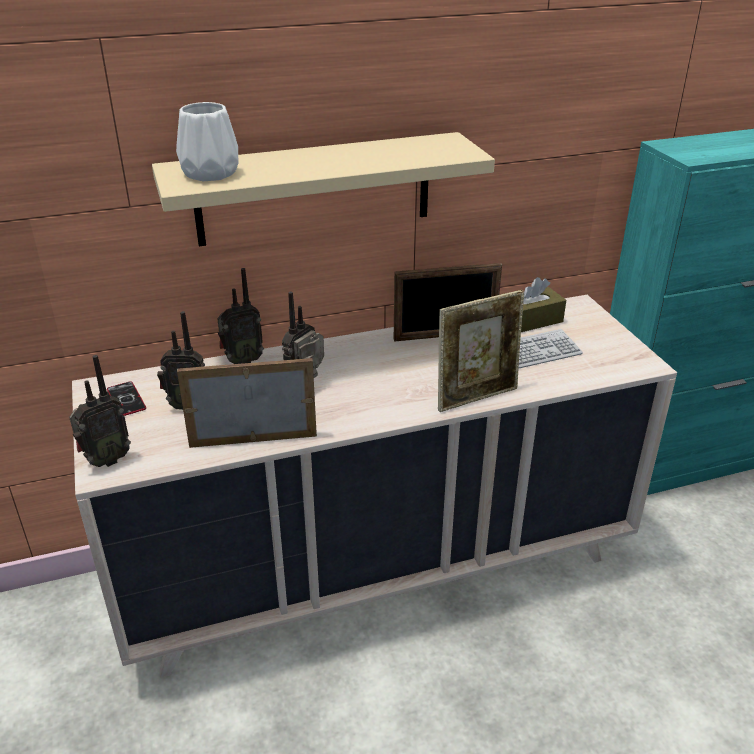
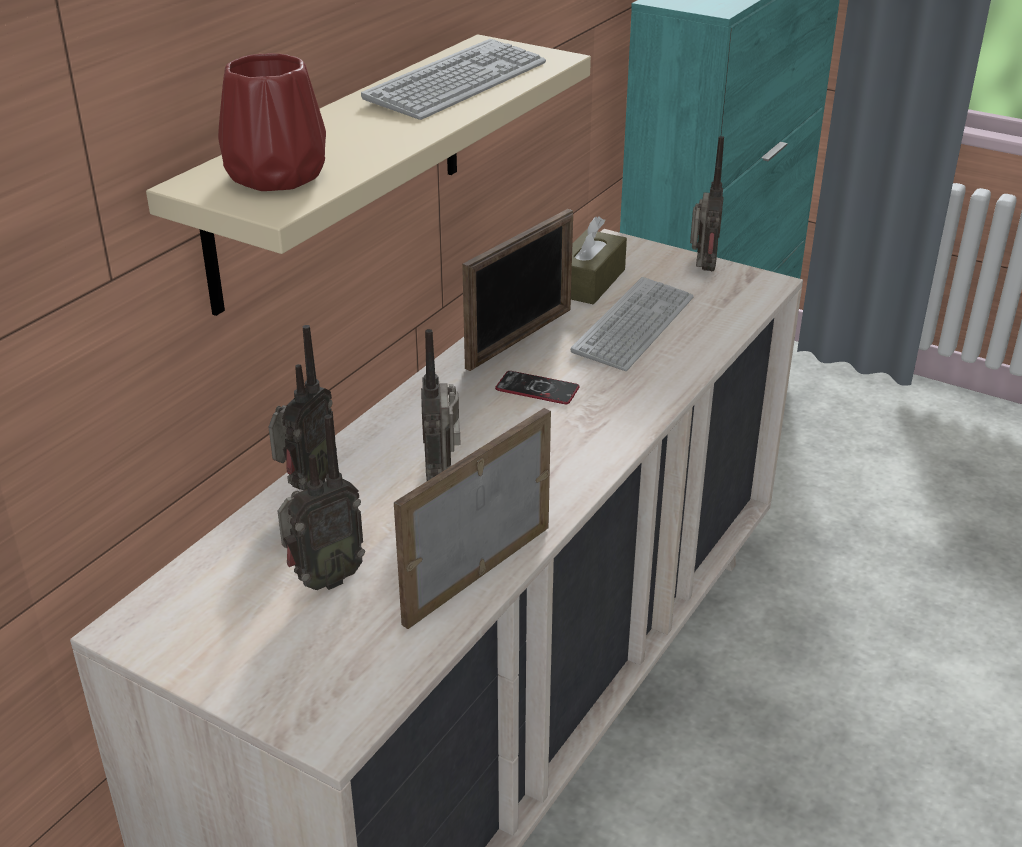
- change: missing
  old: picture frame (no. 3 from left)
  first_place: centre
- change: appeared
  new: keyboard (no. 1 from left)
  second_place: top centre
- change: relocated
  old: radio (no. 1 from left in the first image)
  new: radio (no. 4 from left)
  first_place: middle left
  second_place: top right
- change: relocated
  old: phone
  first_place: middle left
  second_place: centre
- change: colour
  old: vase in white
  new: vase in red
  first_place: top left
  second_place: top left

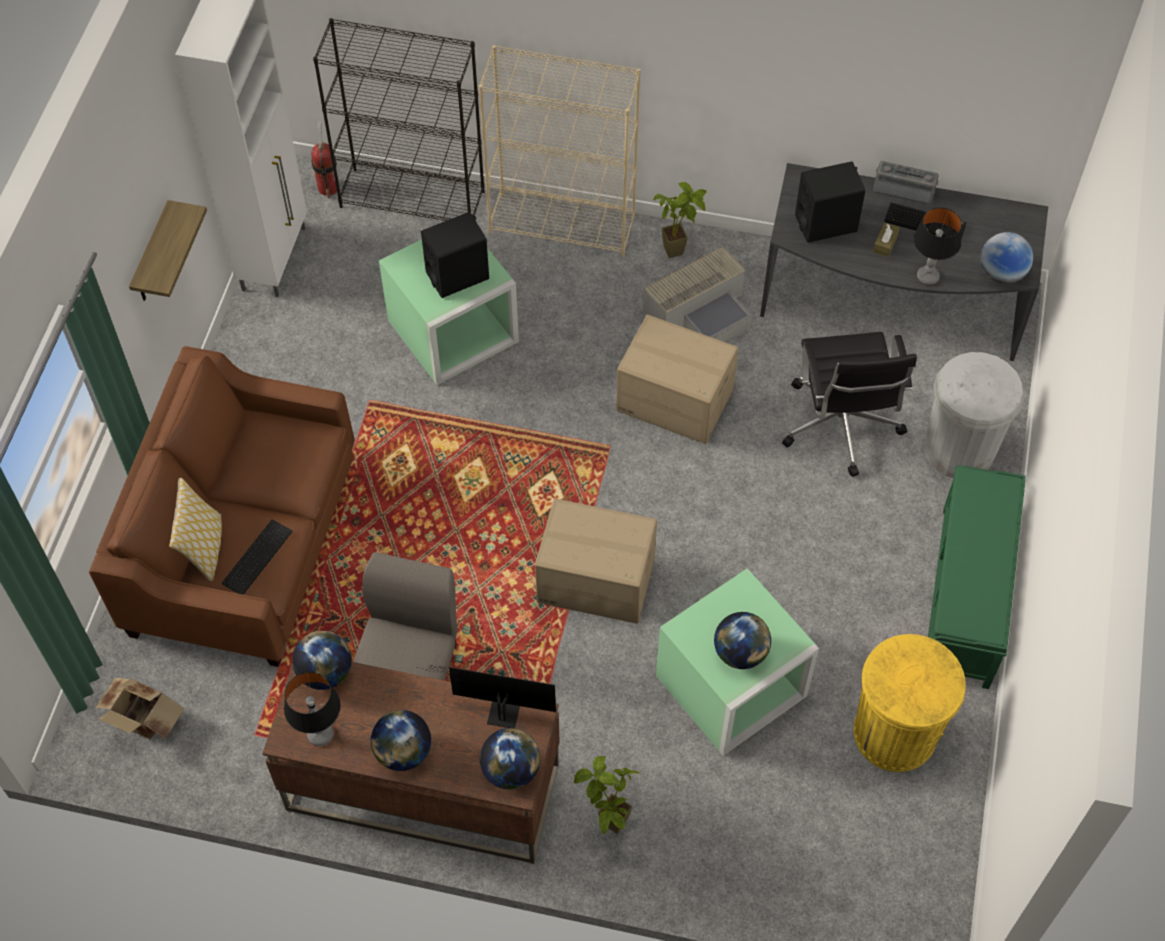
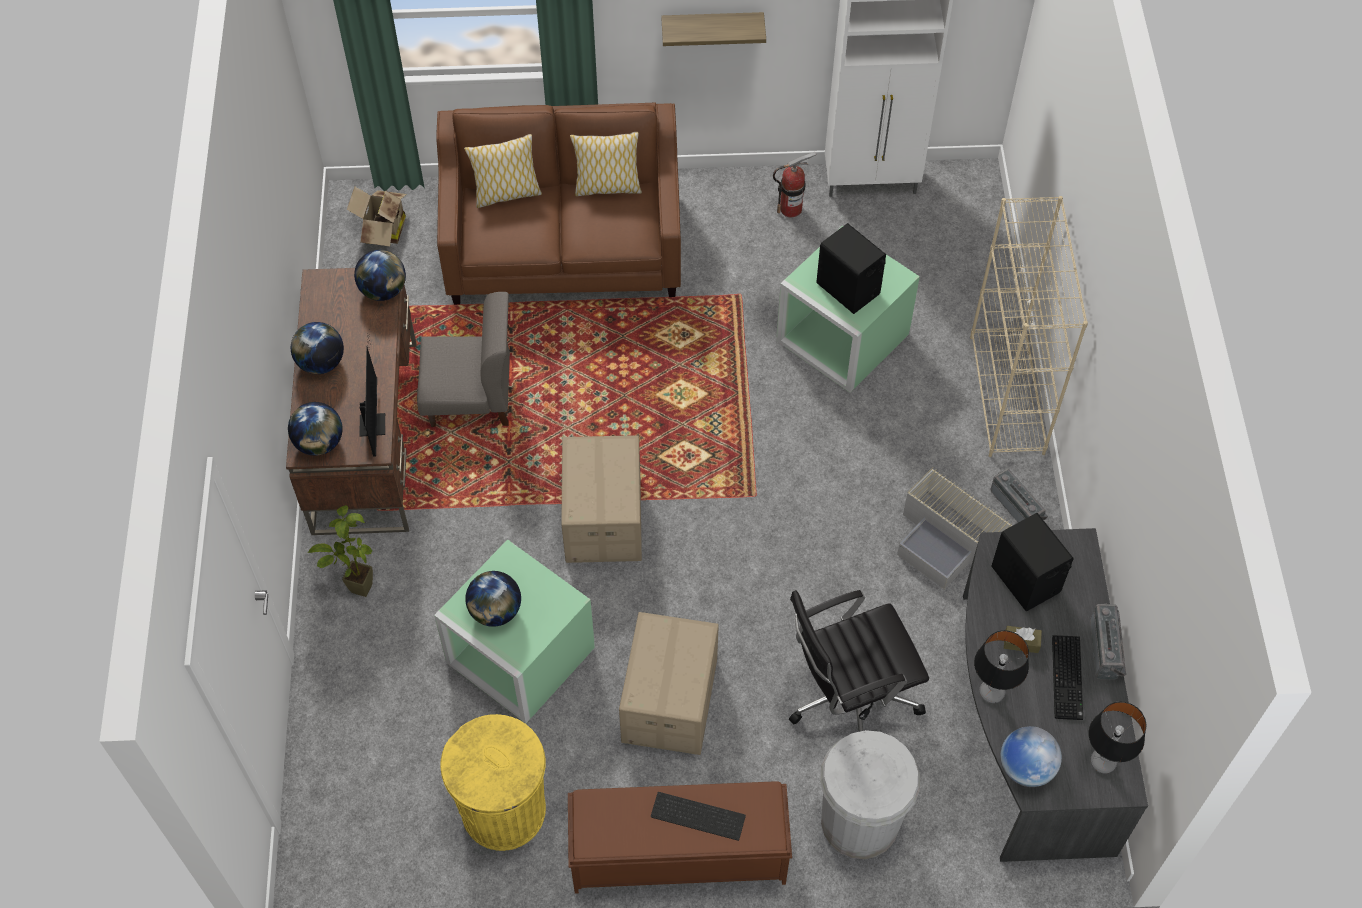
- change: missing
  old: bookcase in black
  first_place: top centre
- change: appeared
  new: pillow (no. 2 from left)
  second_place: top centre
- change: relocated
  old: keyboard (no. 1 from left)
  first_place: middle left
  second_place: bottom centre
- change: relocated
  old: table lamp (no. 1 from left in the first image)
  new: table lamp (no. 2 from left)
  first_place: bottom left
  second_place: bottom right
- change: relocated
  old: fire extinguisher
  first_place: top left
  second_place: top centre
- change: relocated
  old: cardboard box (no. 3 from left)
  first_place: centre
  second_place: bottom centre
- change: exchanged
  old: potted plant (no. 2 from left)
  new: radio (no. 1 from left)
  first_place: top centre
  second_place: middle right
- change: colour
  old: bench in green
  new: bench in brown
  first_place: middle right
  second_place: bottom centre

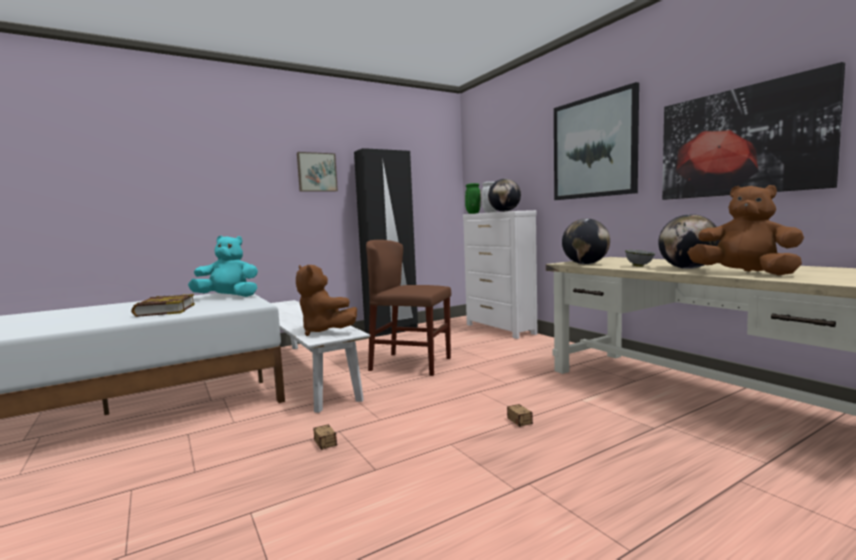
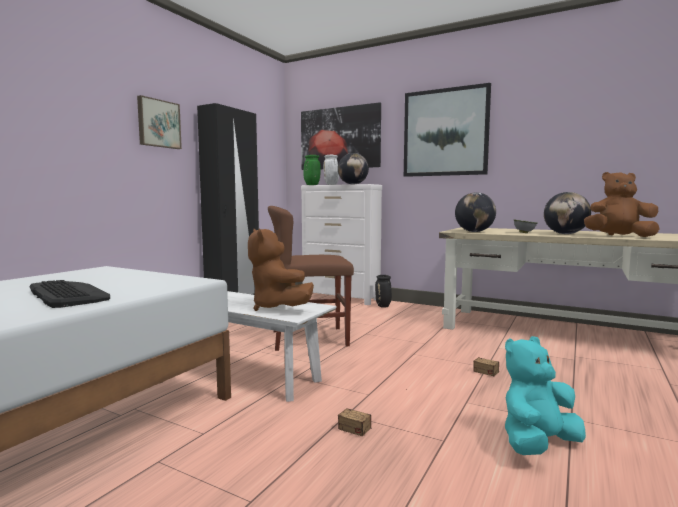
- change: appeared
  new: vase in black
  second_place: centre
- change: relocated
  old: plush toy in turquoise
  first_place: middle left
  second_place: bottom right
- change: relocated
  old: picture (no. 3 from left in the first image)
  new: picture (no. 2 from left)
  first_place: top right
  second_place: top centre
- change: exchanged
  old: book
  new: keyboard
  first_place: middle left
  second_place: middle left
- change: spun
  old: plush toy in brown (no. 1 from left)
  first_place: centre
  second_place: centre
  degrees: 45

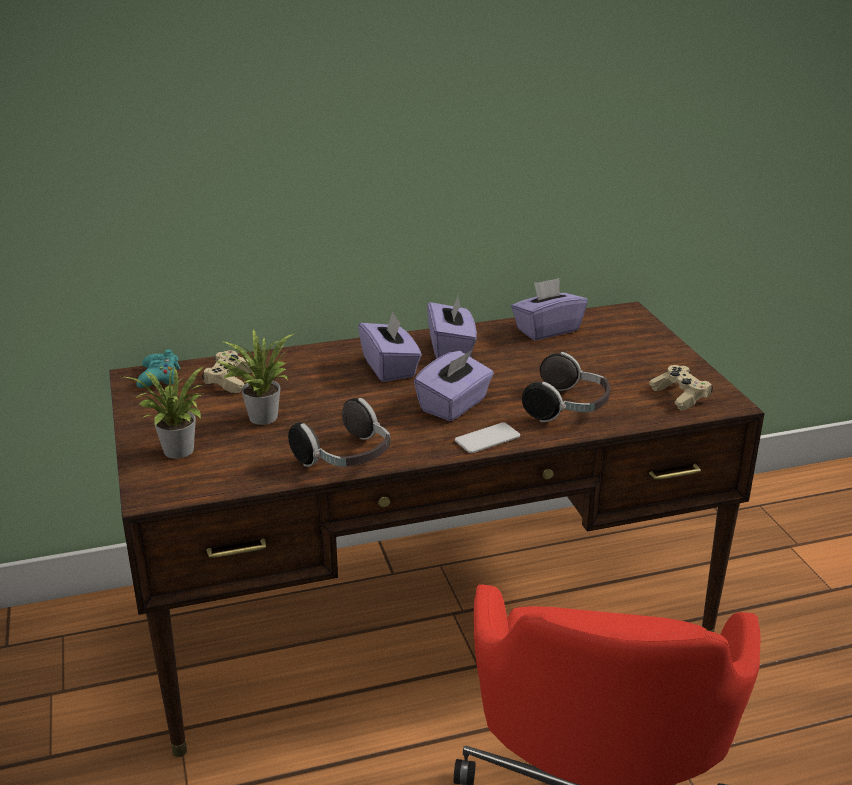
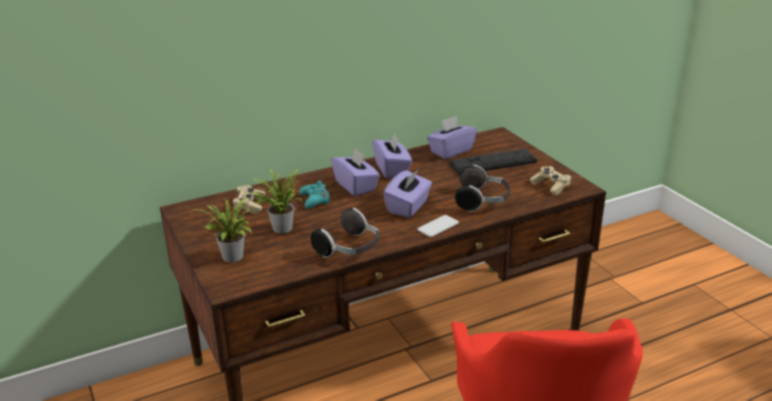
- change: appeared
  new: keyboard
  second_place: centre
- change: relocated
  old: game controller in turquoise
  first_place: middle left
  second_place: centre

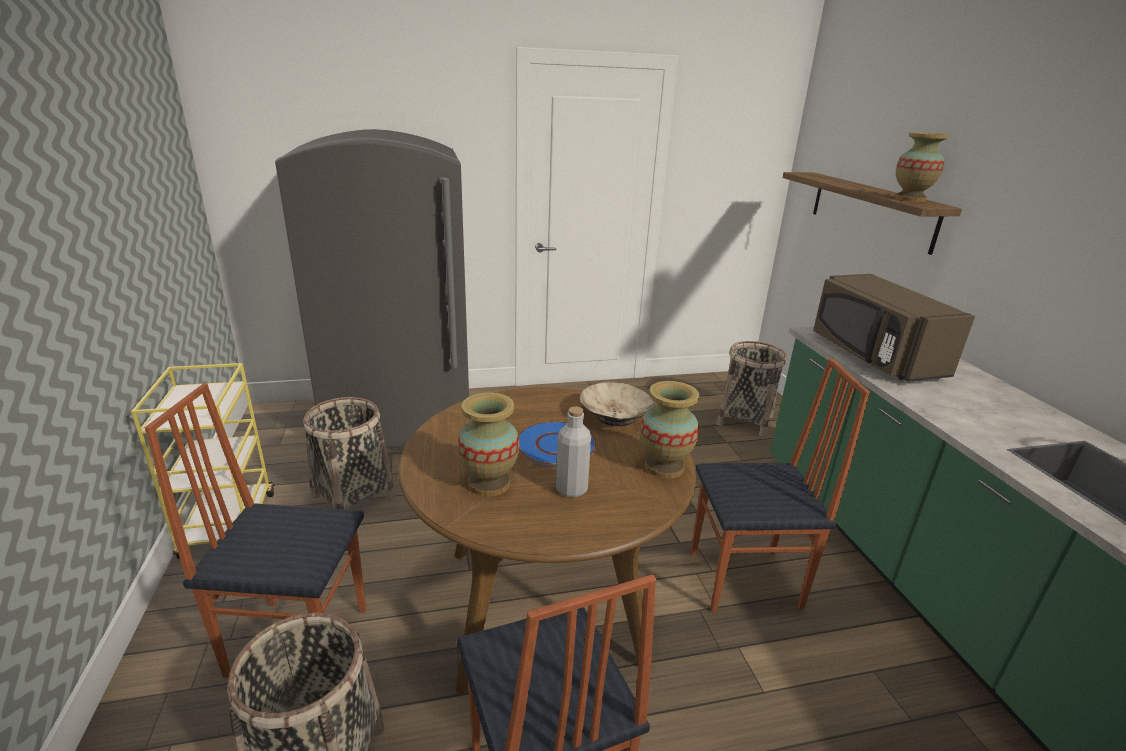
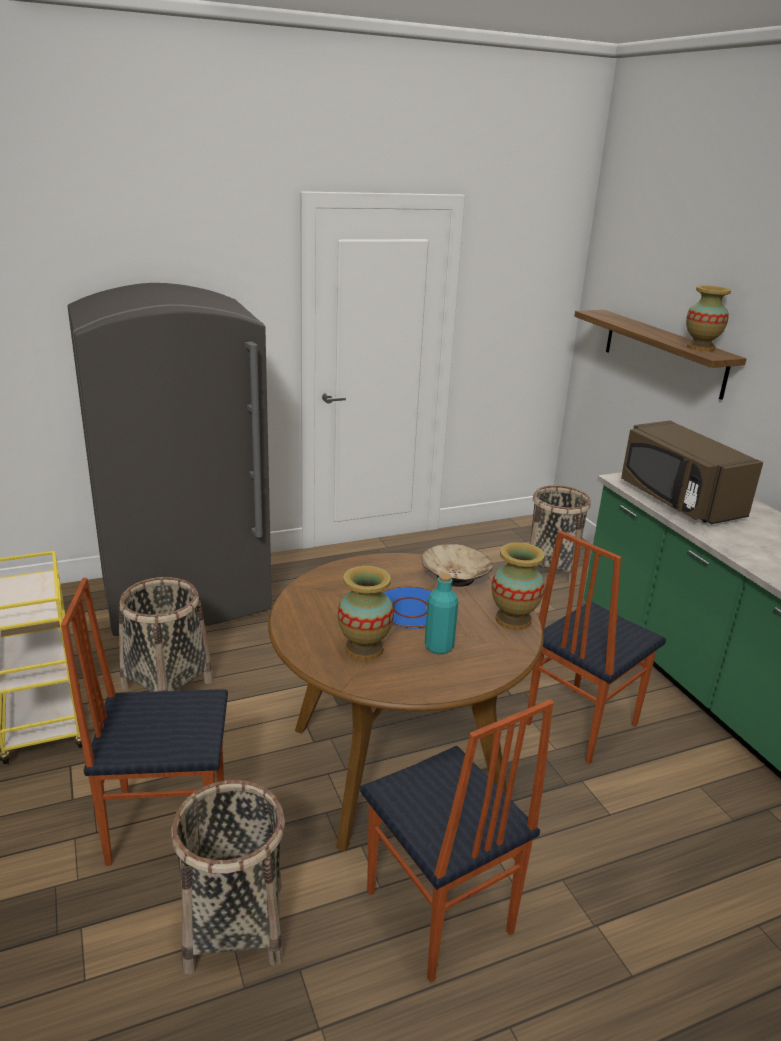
- change: colour
  old: bottle in grey
  new: bottle in turquoise
  first_place: centre
  second_place: centre
- change: spun
  old: chair (no. 3 from left)
  first_place: middle right
  second_place: middle right
  degrees: 150

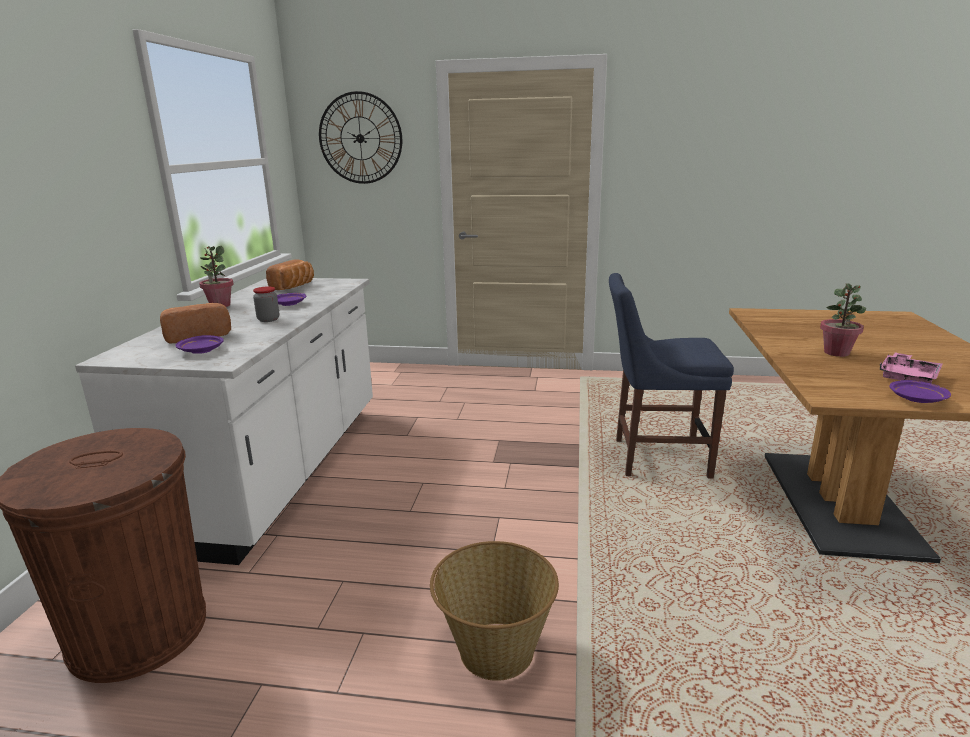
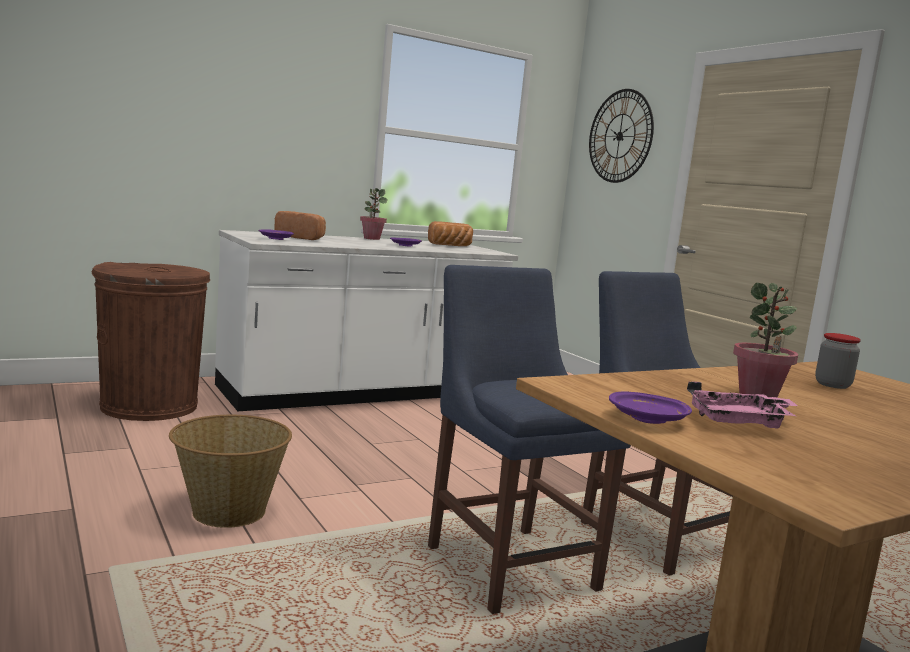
- change: appeared
  new: chair in blue (no. 1 from left)
  second_place: bottom centre
- change: relocated
  old: jar
  first_place: middle left
  second_place: middle right

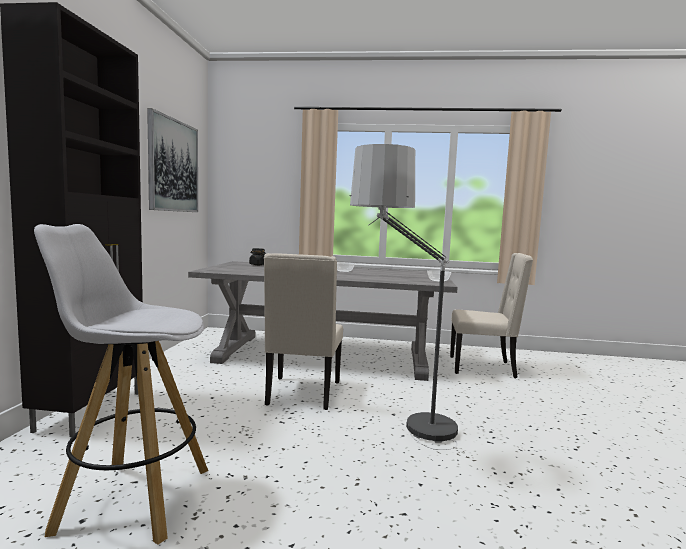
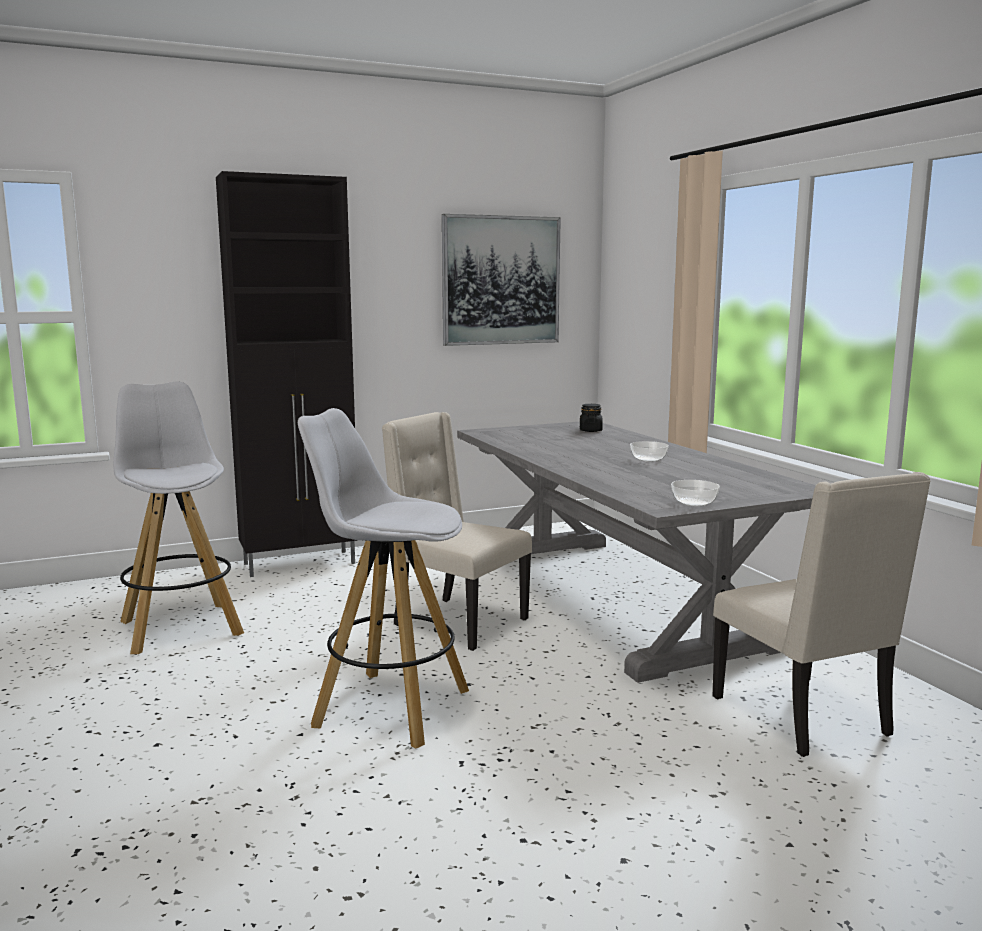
- change: exchanged
  old: floor lamp
  new: stool in white (no. 2 from left)
  first_place: centre
  second_place: centre
- change: spun
  old: chair in beige (no. 1 from left)
  first_place: centre
  second_place: centre
  degrees: 60

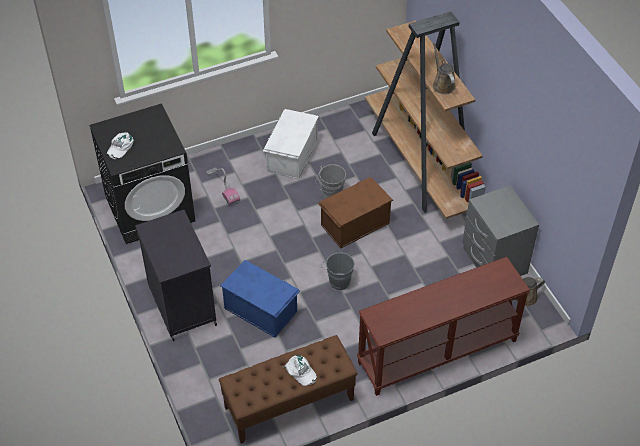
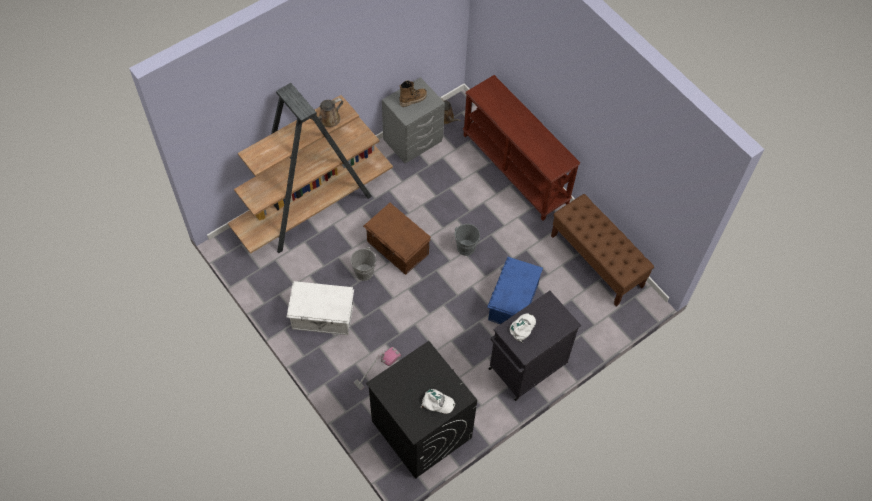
- change: appeared
  new: boot
  second_place: top centre
- change: relocated
  old: cap in white (no. 2 from left)
  first_place: bottom centre
  second_place: centre

